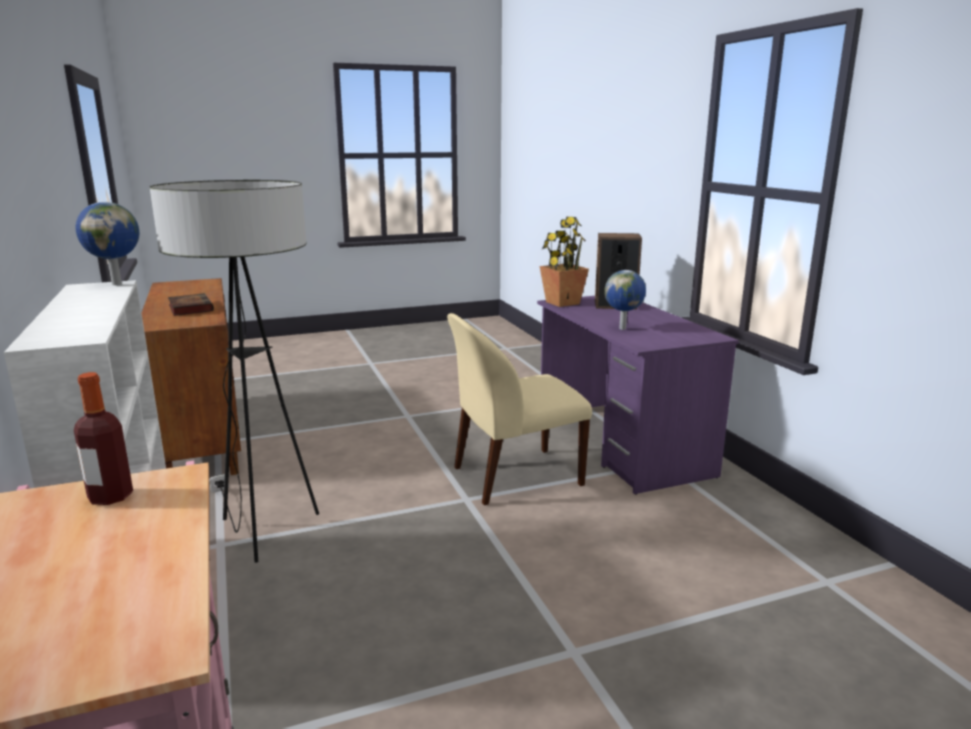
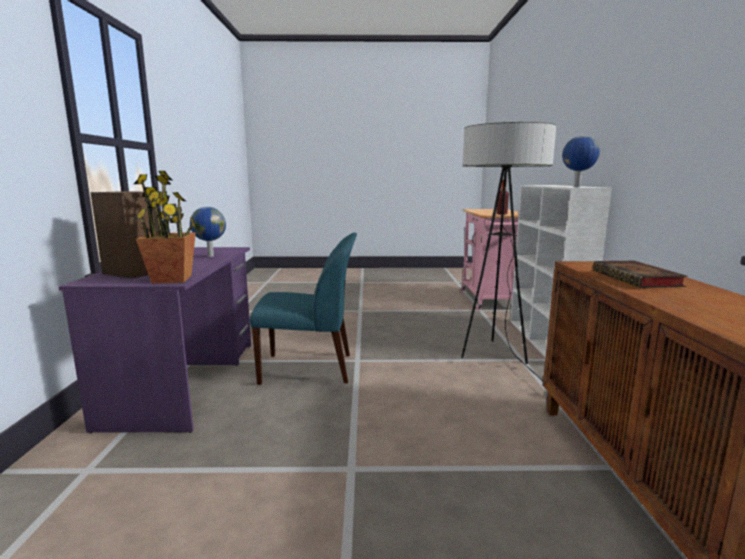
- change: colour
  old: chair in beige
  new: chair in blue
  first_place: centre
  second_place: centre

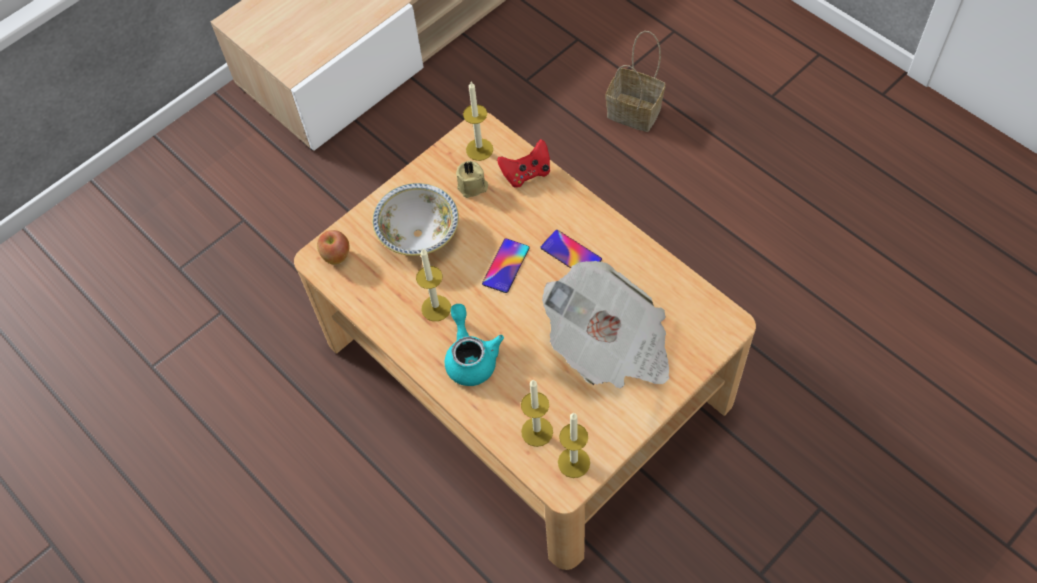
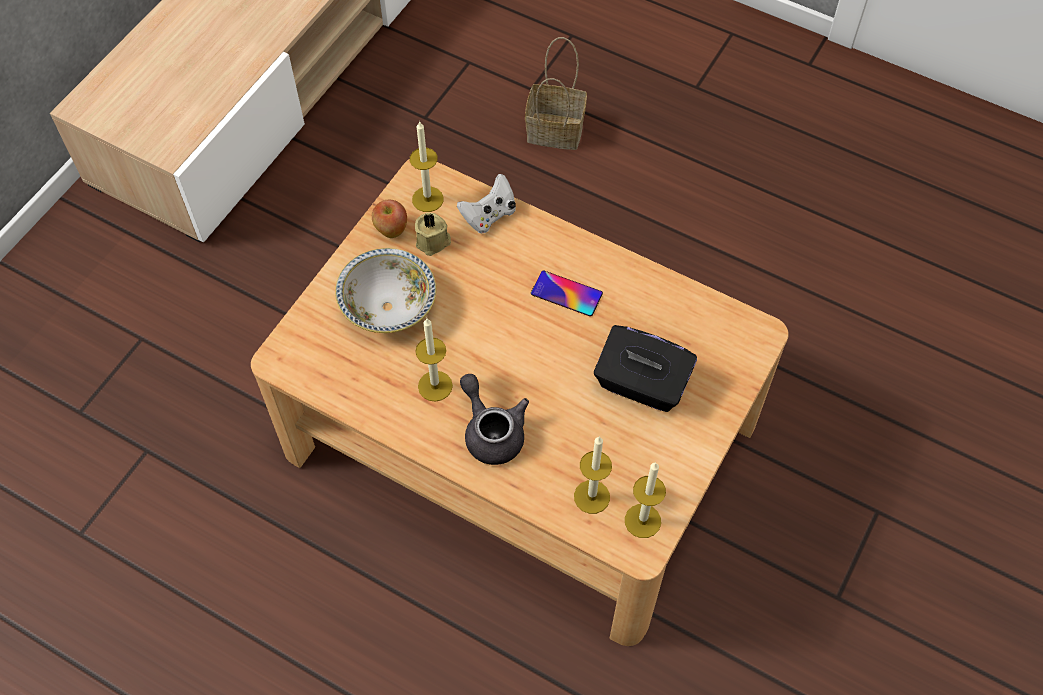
- change: missing
  old: phone (no. 1 from left)
  first_place: centre
- change: relocated
  old: apple
  first_place: middle left
  second_place: top centre
- change: exchanged
  old: newspaper
  new: tissue box in black
  first_place: centre
  second_place: centre
- change: colour
  old: teapot in turquoise
  new: teapot in grey
  first_place: centre
  second_place: centre
- change: colour
  old: game controller in red
  new: game controller in white
  first_place: top centre
  second_place: top centre

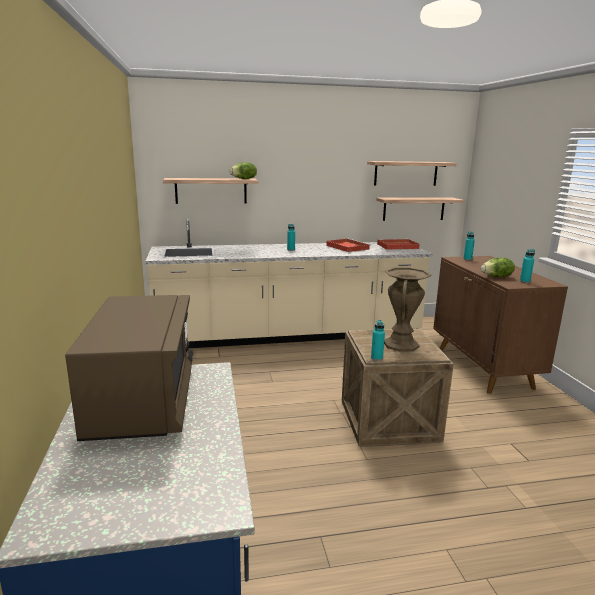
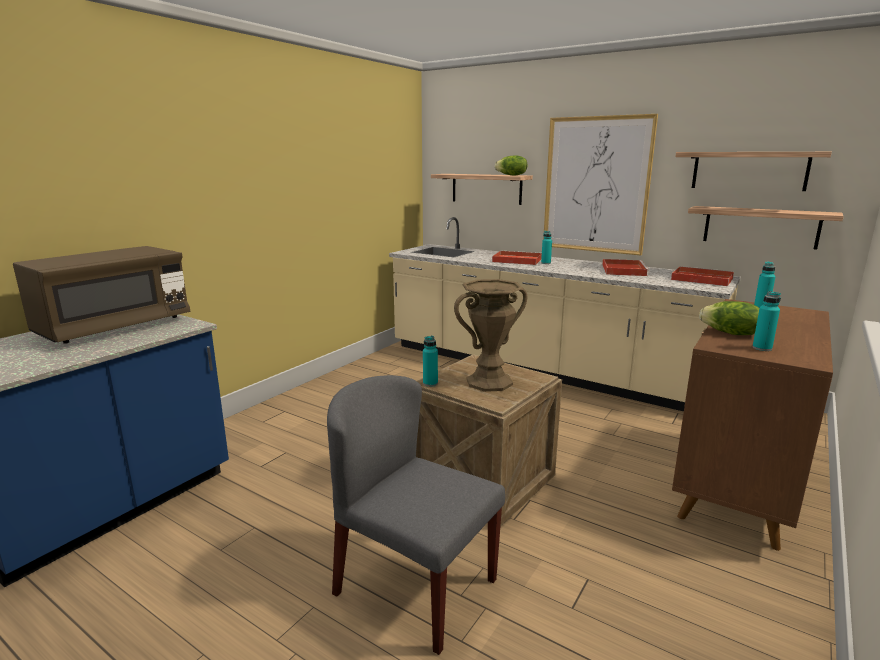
- change: appeared
  new: chair in grey
  second_place: bottom centre
- change: appeared
  new: tray in red (no. 1 from left)
  second_place: centre
- change: appeared
  new: picture
  second_place: top right

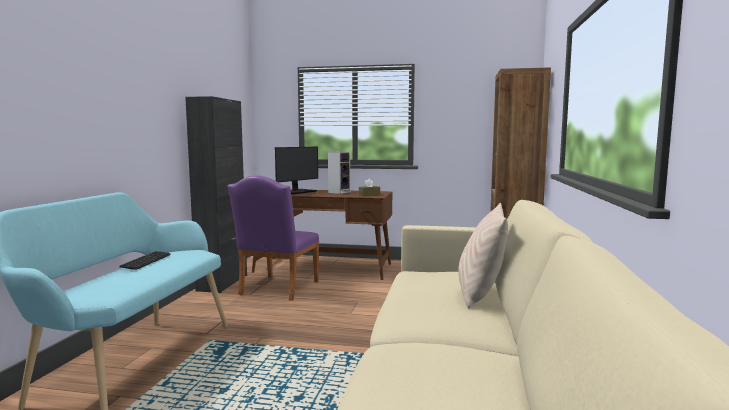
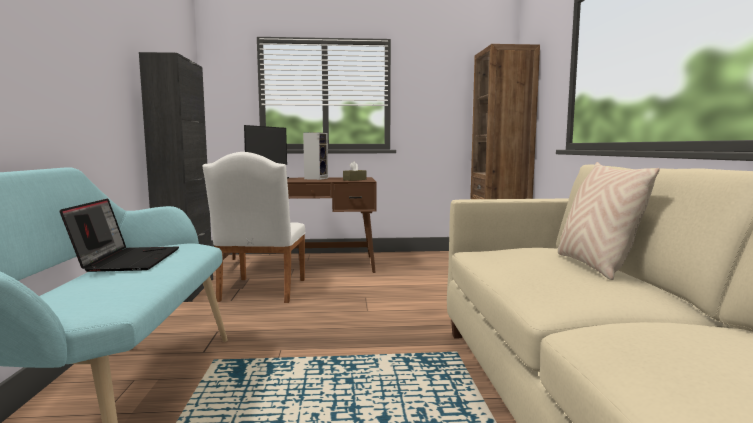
- change: exchanged
  old: keyboard
  new: laptop
  first_place: middle left
  second_place: middle left
- change: colour
  old: chair in purple
  new: chair in white
  first_place: centre
  second_place: centre

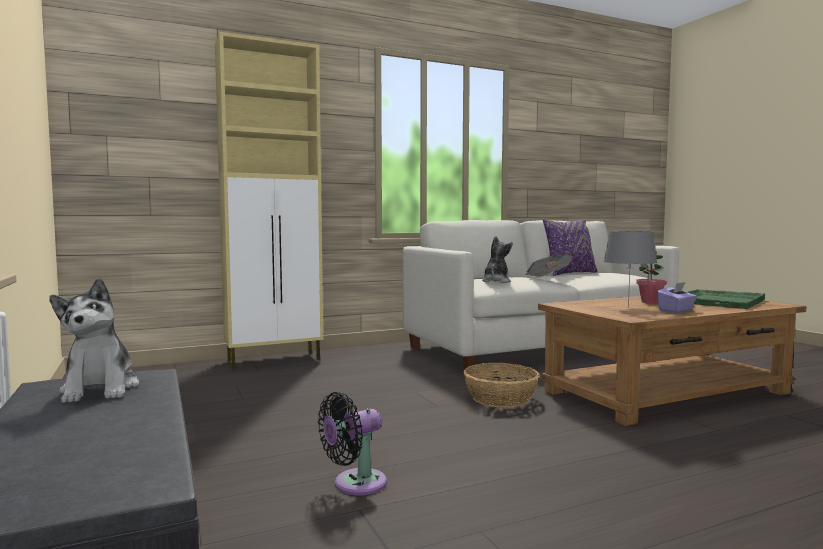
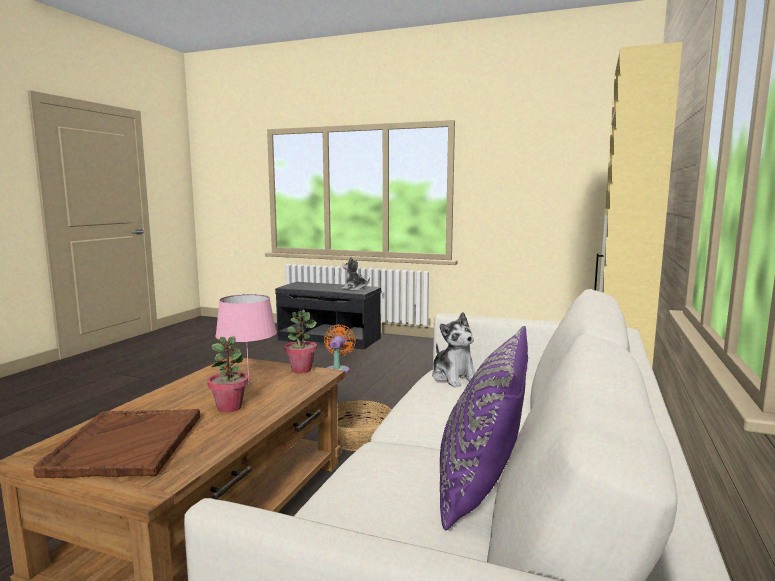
- change: missing
  old: newspaper
  first_place: middle right
- change: missing
  old: tissue box in purple
  first_place: middle right
- change: appeared
  new: potted plant (no. 2 from left)
  second_place: centre
- change: colour
  old: fan in black
  new: fan in orange
  first_place: bottom centre
  second_place: centre
- change: colour
  old: table lamp in grey
  new: table lamp in pink
  first_place: middle right
  second_place: middle left
- change: colour
  old: tray in green
  new: tray in brown
  first_place: middle right
  second_place: bottom left

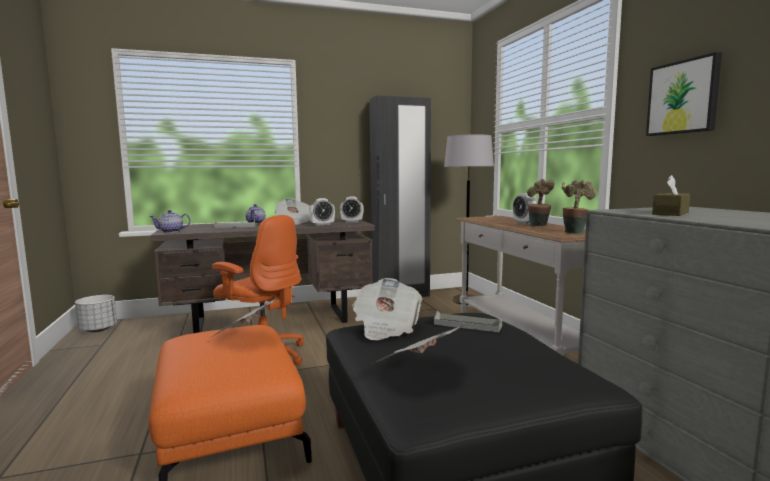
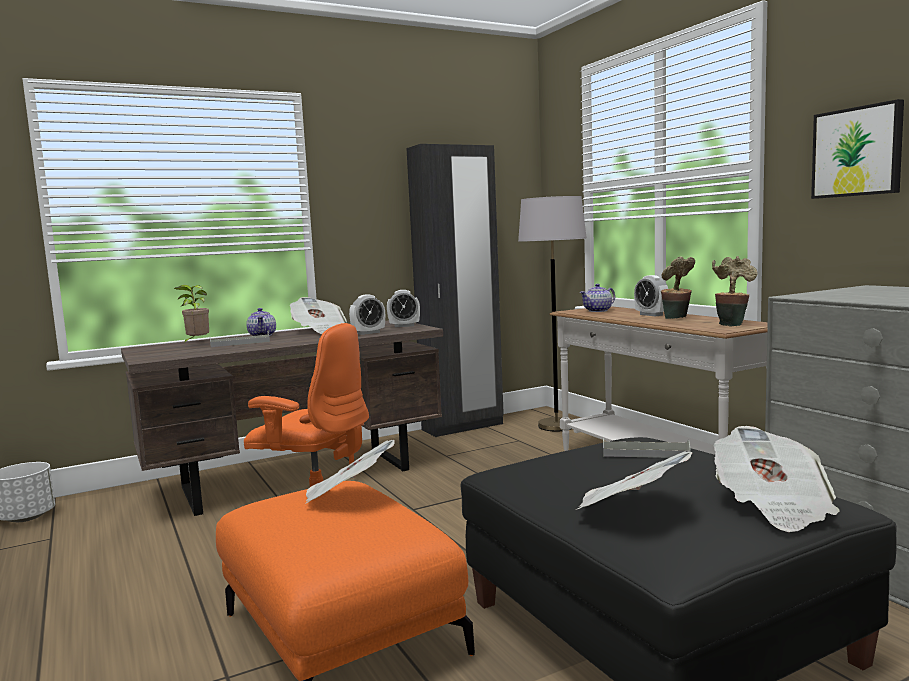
- change: missing
  old: tissue box in brown
  first_place: middle right
- change: appeared
  new: potted plant (no. 1 from left)
  second_place: middle left
- change: relocated
  old: teapot (no. 1 from left in the first image)
  new: teapot (no. 2 from left)
  first_place: middle left
  second_place: centre
- change: relocated
  old: newspaper (no. 3 from left in the first image)
  new: newspaper (no. 4 from left)
  first_place: centre
  second_place: bottom right

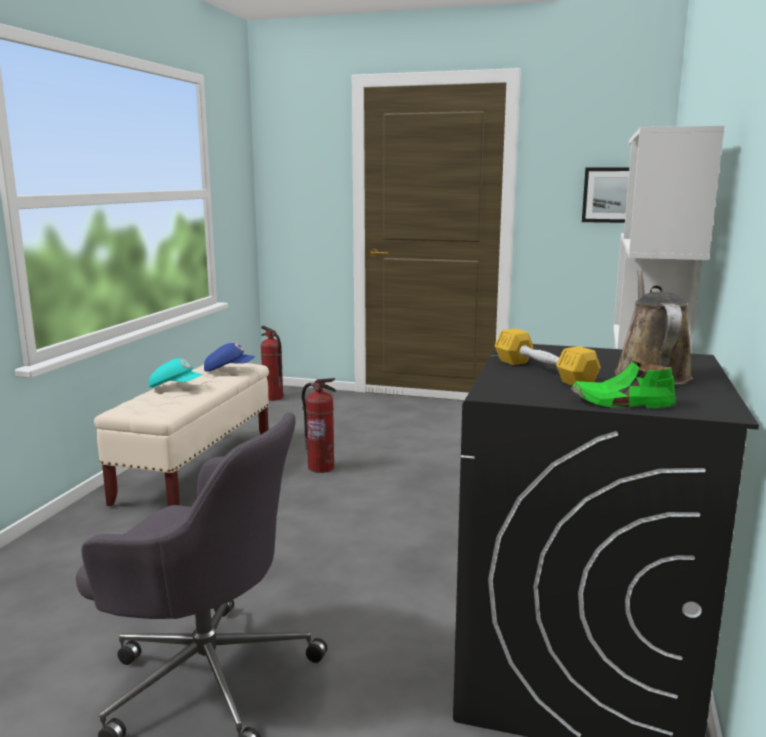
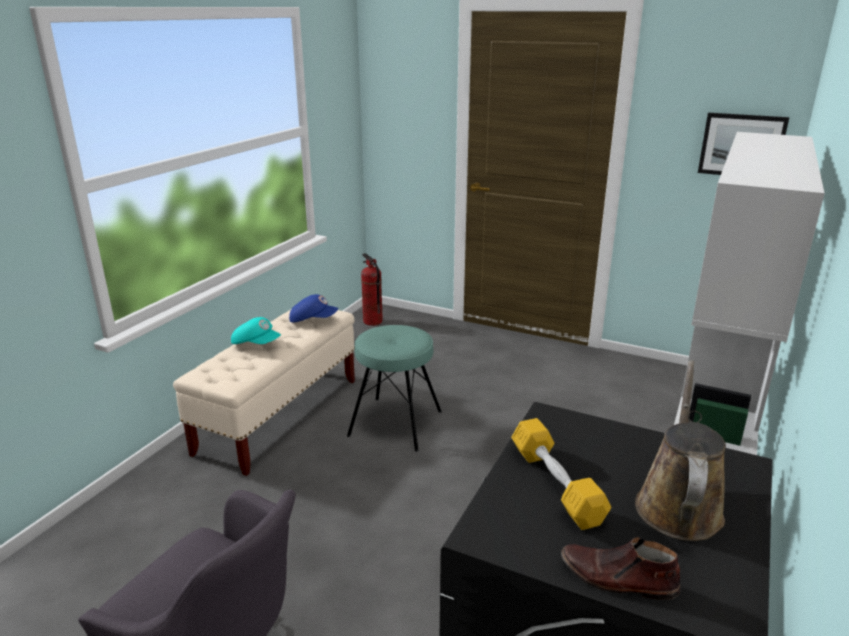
- change: exchanged
  old: fire extinguisher (no. 2 from left)
  new: stool in turquoise
  first_place: centre
  second_place: centre
- change: colour
  old: shoe in green
  new: shoe in brown
  first_place: middle right
  second_place: bottom right

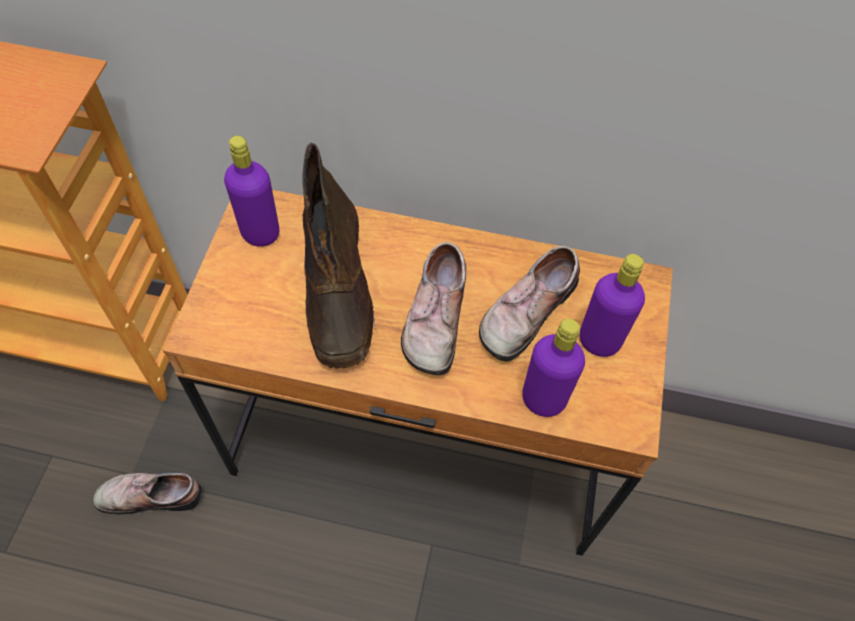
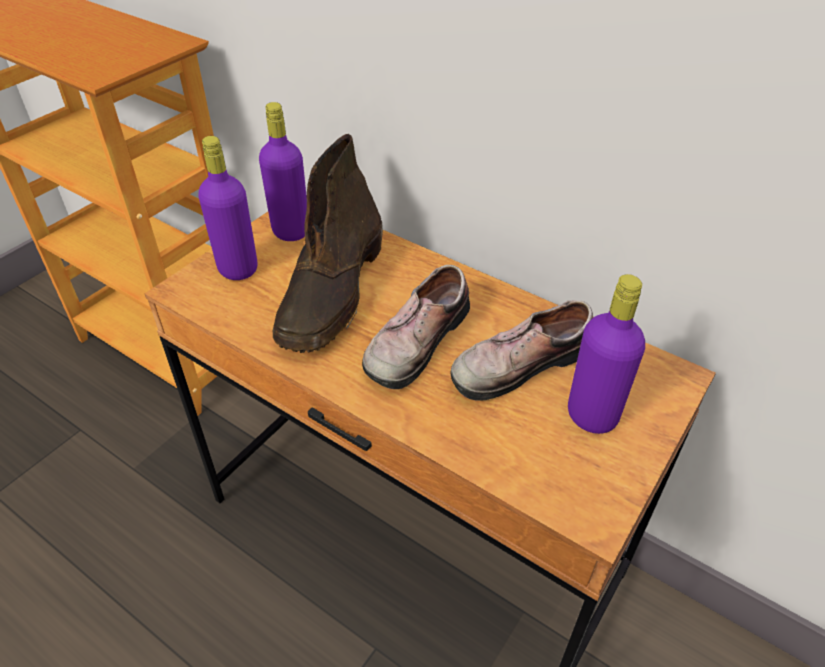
- change: missing
  old: shoe (no. 1 from left)
  first_place: bottom left
- change: relocated
  old: bottle in purple (no. 2 from left in the first image)
  new: bottle in purple (no. 1 from left)
  first_place: centre
  second_place: top left

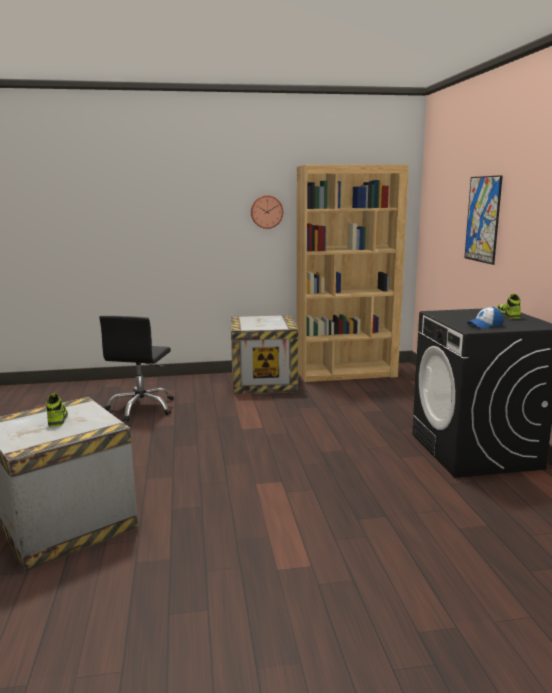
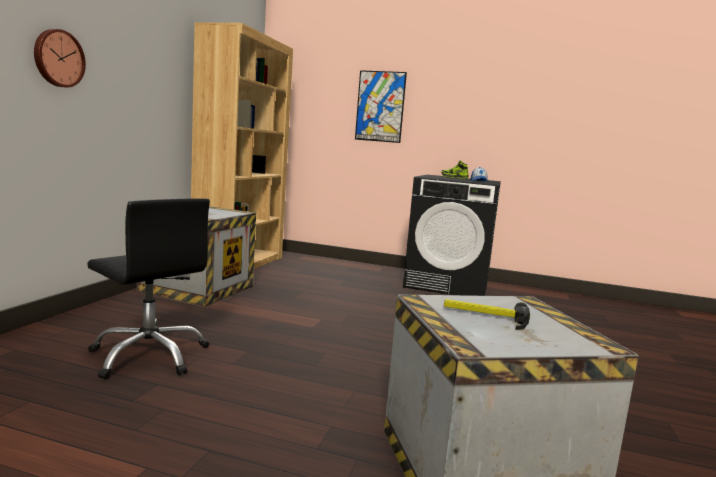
- change: relocated
  old: wall clock
  first_place: top centre
  second_place: top left
- change: exchanged
  old: shoe (no. 1 from left)
  new: hammer
  first_place: middle left
  second_place: middle right

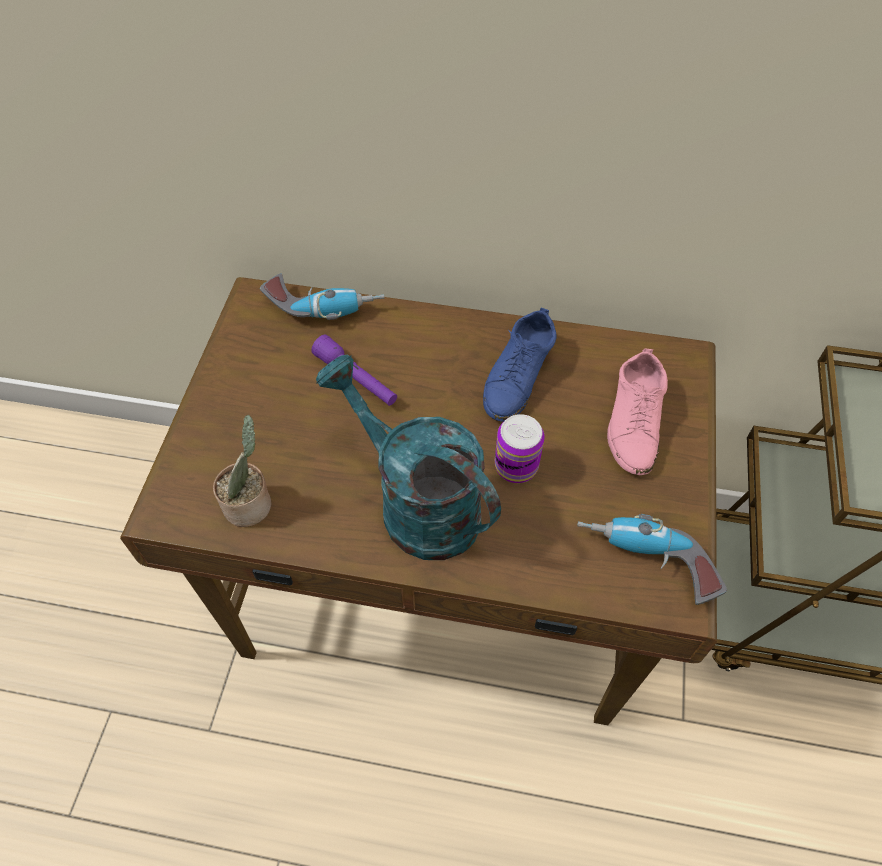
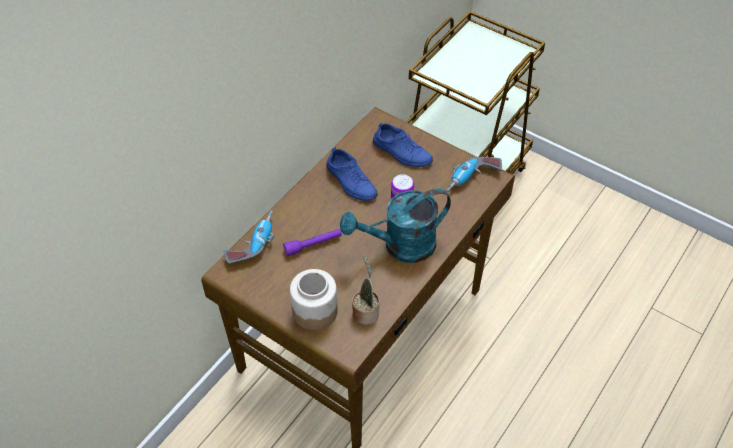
- change: appeared
  new: jar
  second_place: bottom centre
- change: colour
  old: shoe in pink
  new: shoe in blue (no. 2 from left)
  first_place: middle right
  second_place: top centre

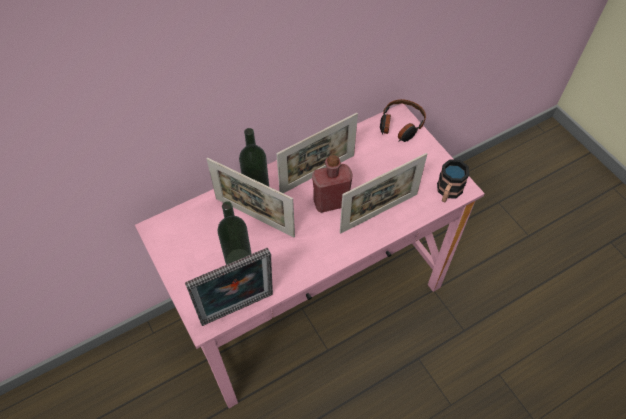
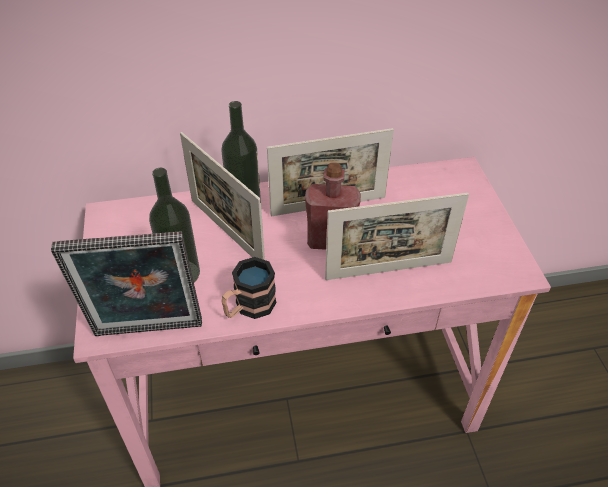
- change: missing
  old: headphones
  first_place: top centre
- change: relocated
  old: mug
  first_place: middle right
  second_place: centre

